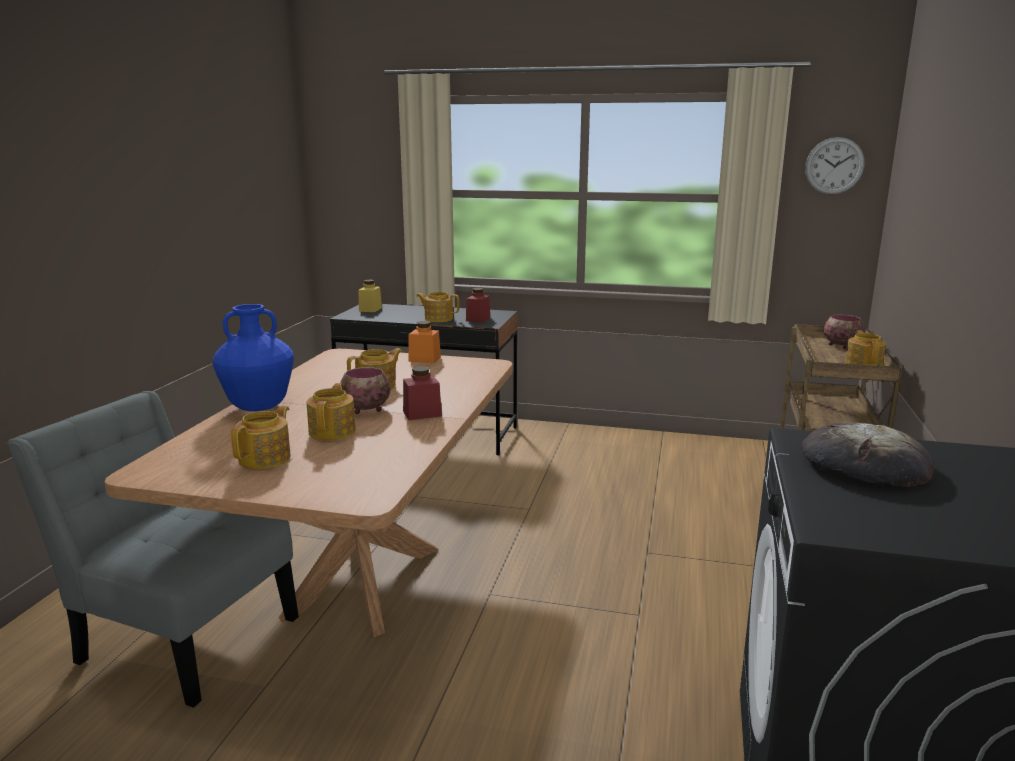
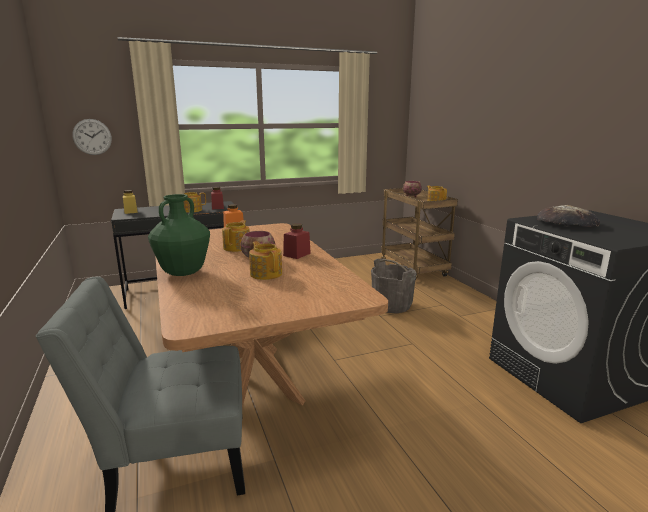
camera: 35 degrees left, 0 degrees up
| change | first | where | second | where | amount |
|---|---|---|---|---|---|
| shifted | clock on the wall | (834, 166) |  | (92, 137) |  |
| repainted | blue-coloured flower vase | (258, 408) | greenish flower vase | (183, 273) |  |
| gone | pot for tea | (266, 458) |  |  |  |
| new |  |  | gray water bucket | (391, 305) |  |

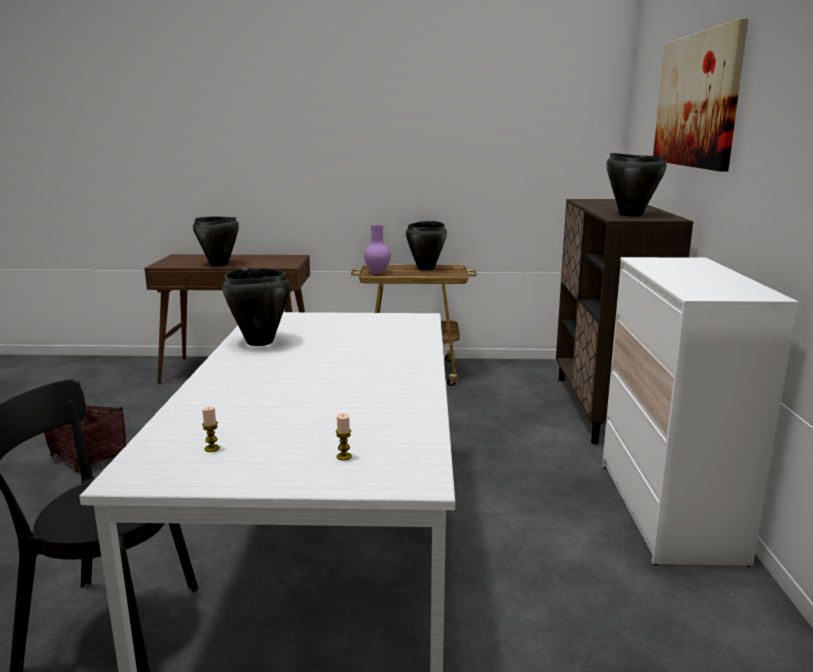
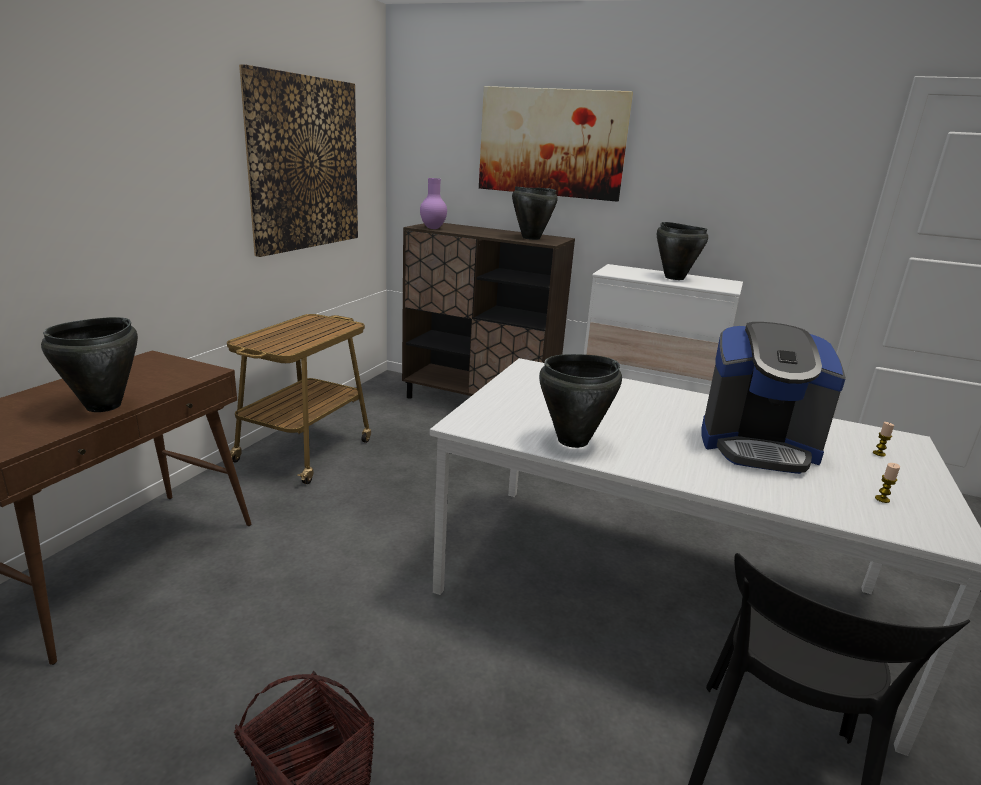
camera: 70 degrees left, 5 degrees up
| change | first | where | second | where | amount |
|---|---|---|---|---|---|
| shifted | black cooking pot | (426, 268) |  | (674, 278) |  |
| shifted | purple flower vase | (376, 272) |  | (432, 228) |  |
| new |  |  | picture | (305, 164) |  |
| new |  |  | coffee machine | (757, 446) |  |

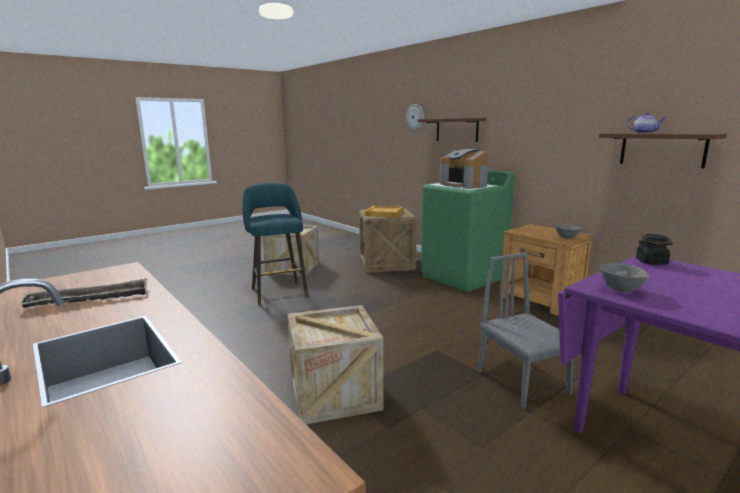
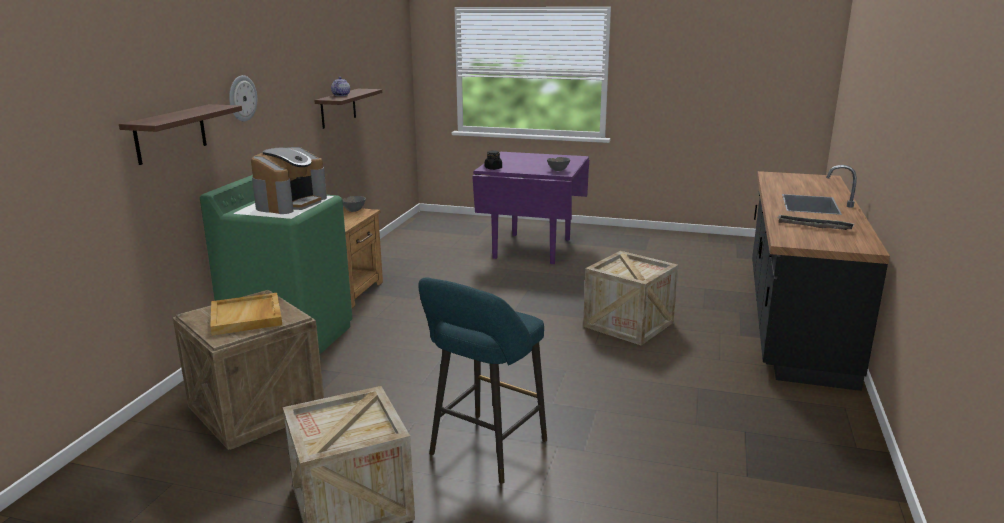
camera: 125 degrees left, 5 degrees up
| change | first | where | second | where | amount |
|---|---|---|---|---|---|
| shifted | clock on the wall | (415, 117) |  | (242, 98) |  |
| gone | gray plain chair | (522, 382) |  |  |  |

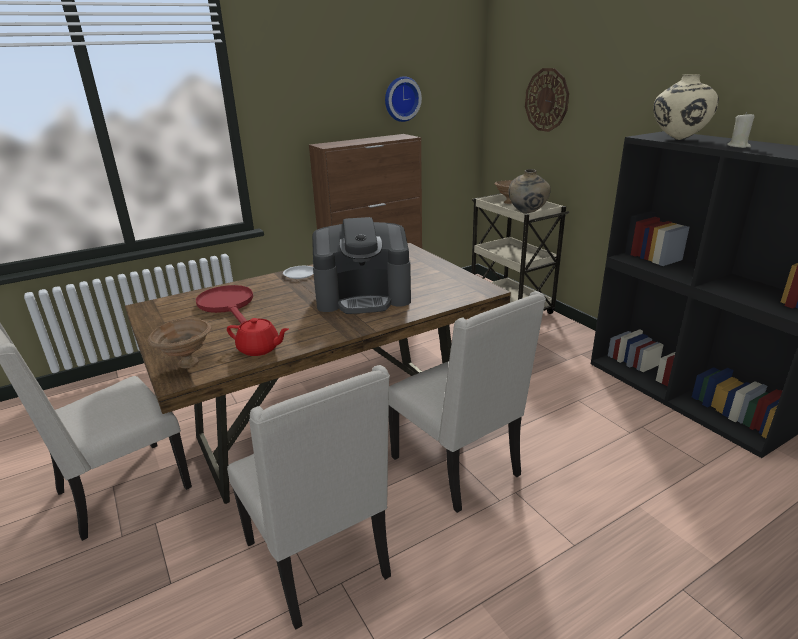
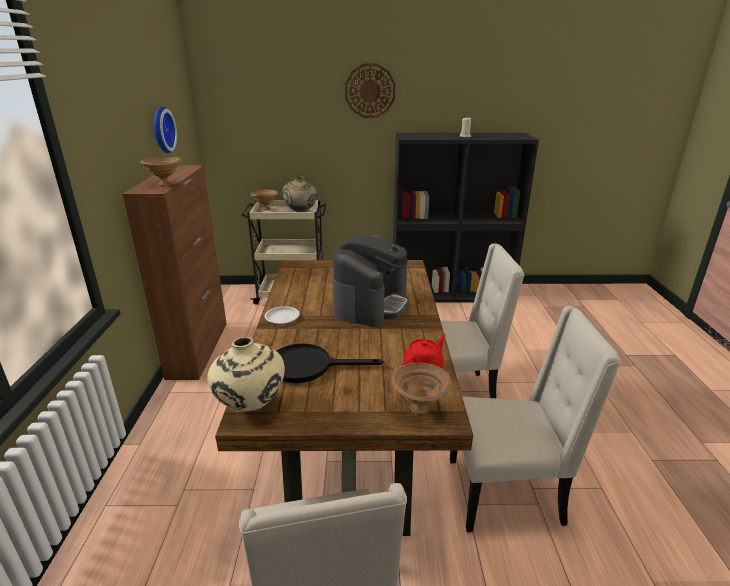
camera: 60 degrees left, 0 degrees up
| change | first | where | second | where | amount |
|---|---|---|---|---|---|
| shifted | clock on the wall | (547, 100) |  | (370, 91) |  |
| shifted | sand-coloured flower vase | (678, 139) |  | (250, 407) |  |
| repainted | red-coloured pan | (228, 305) | black pan | (309, 366) |  |
| new |  |  | brown-coloured serving bowl | (164, 184) |  |

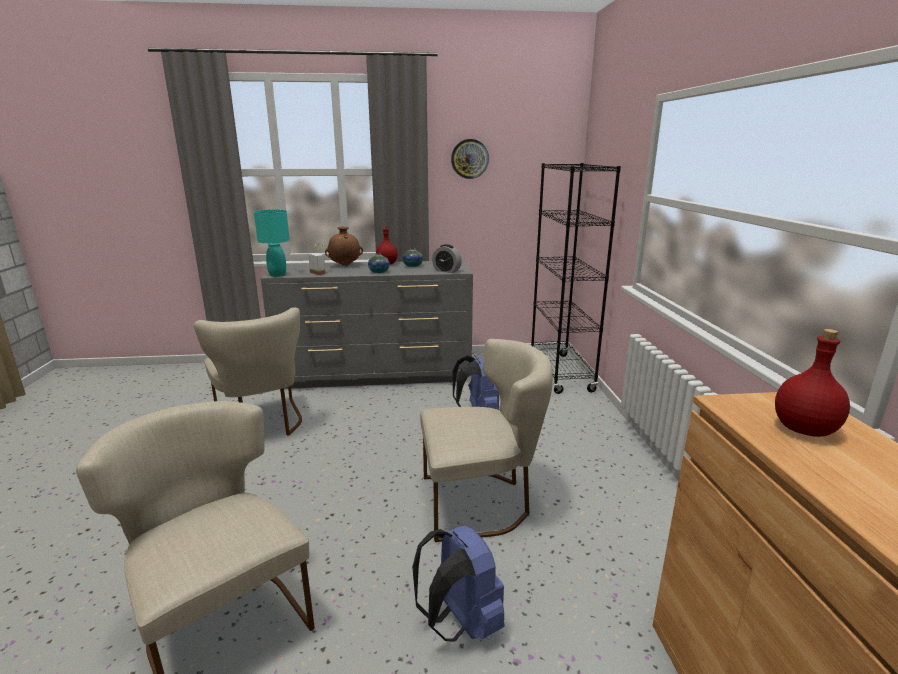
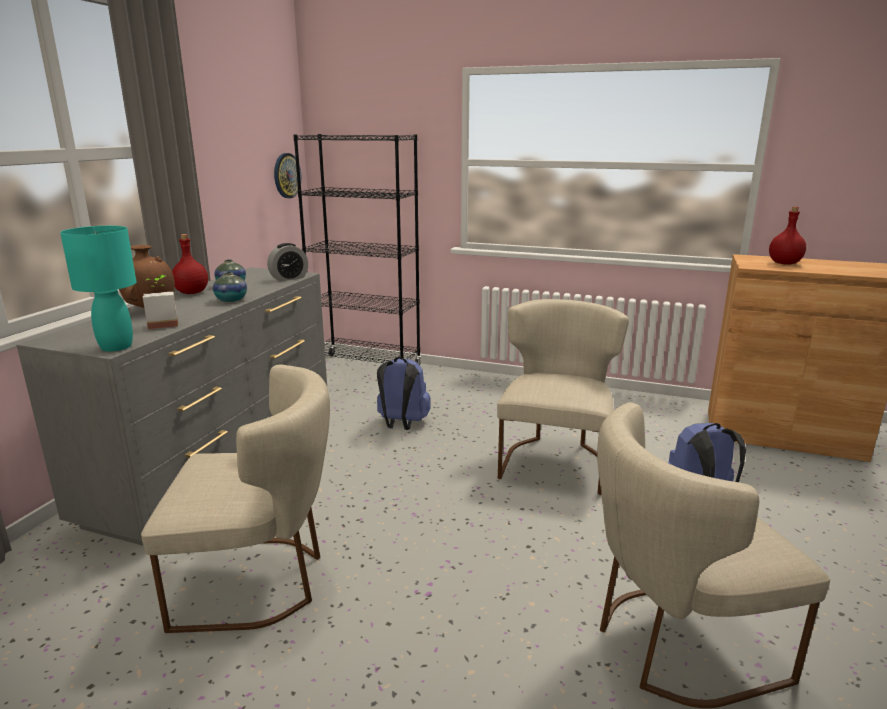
camera: 65 degrees left, 0 degrees up
| change | first | where | second | where | amount |
|---|---|---|---|---|---|
| shifted | clock on the wall | (469, 159) |  | (286, 175) |  |

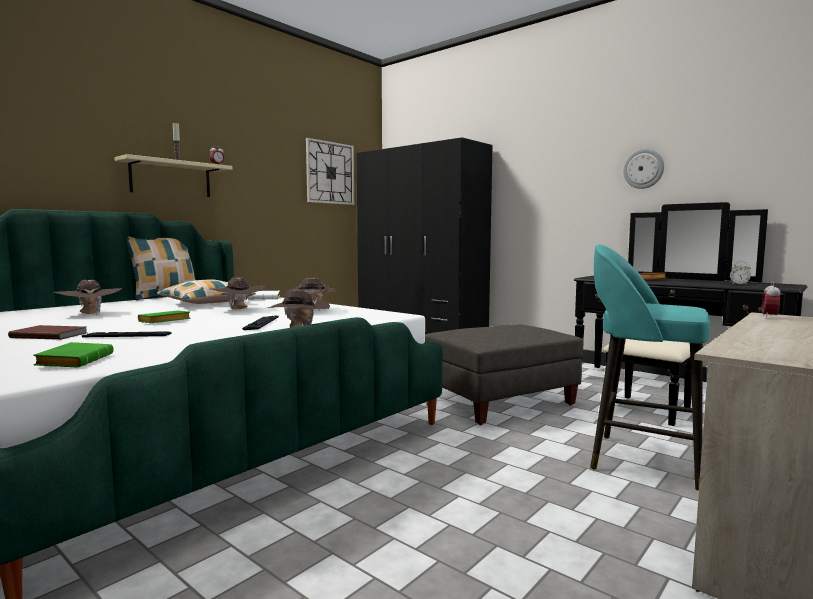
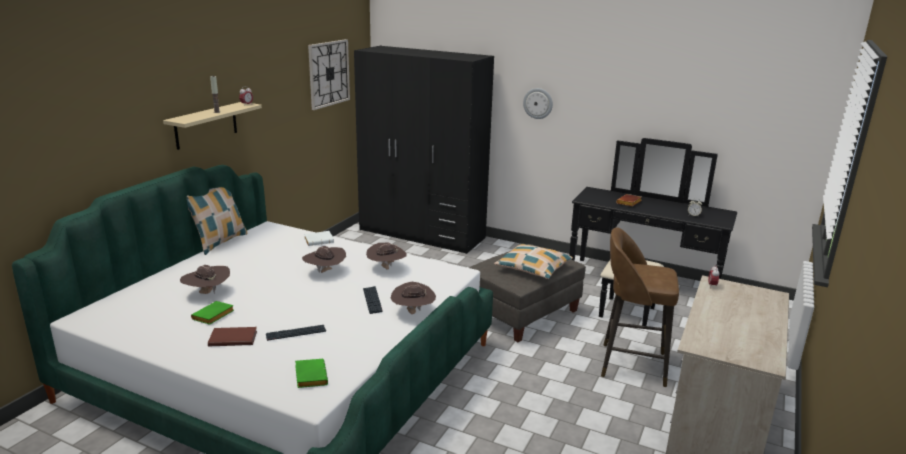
camera: 15 degrees left, 15 degrees up
| change | first | where | second | where | amount |
|---|---|---|---|---|---|
| shifted | clock on the wall | (643, 169) |  | (538, 103) |  |
| repainted | blue-green sitting stool | (642, 460) | brown-coloured sitting stool | (630, 364) |  |
| shifted | pillow | (206, 303) |  | (533, 268) |  |
| shifted | greenish bound book | (164, 321) |  | (213, 316) |  |

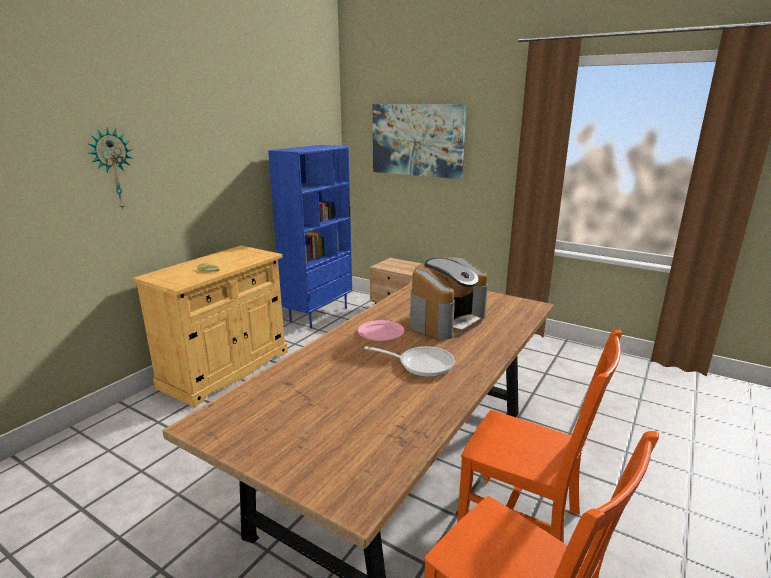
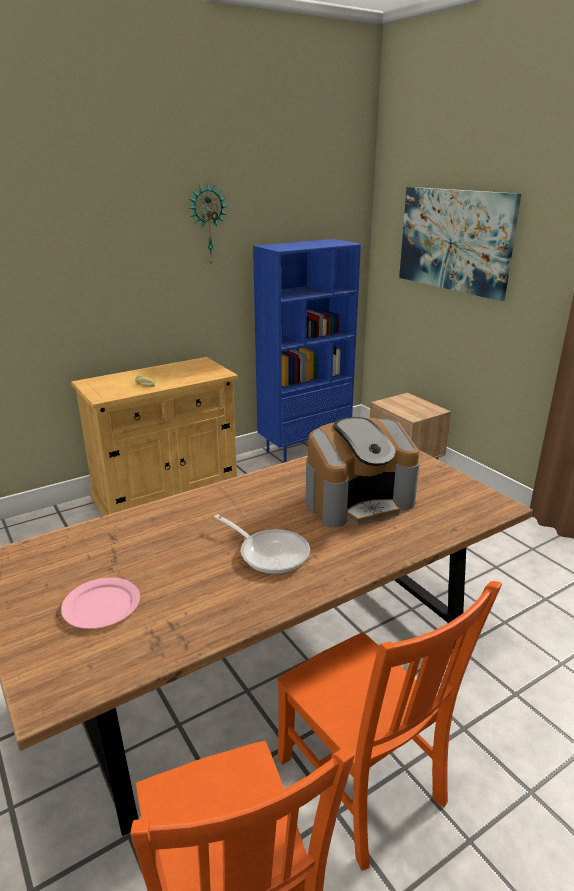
camera: 25 degrees right, 5 degrees up
| change | first | where | second | where | amount |
|---|---|---|---|---|---|
| shifted | clock on the wall | (113, 169) |  | (207, 225) |  |
| shifted | pink-coloured plate | (380, 332) |  | (101, 605) |  |

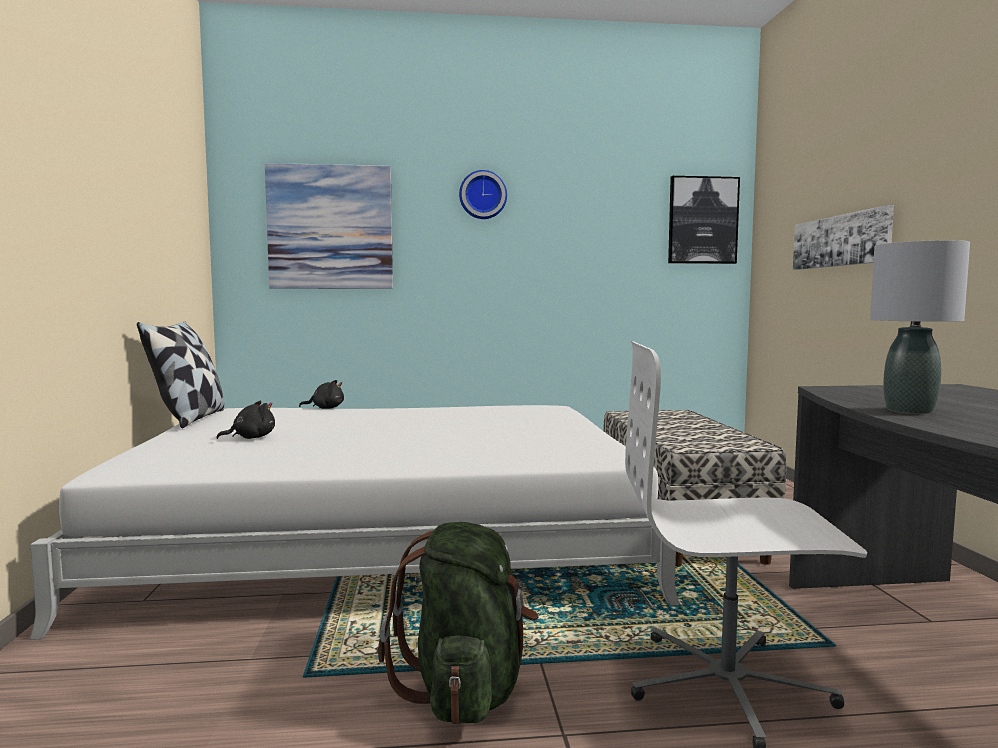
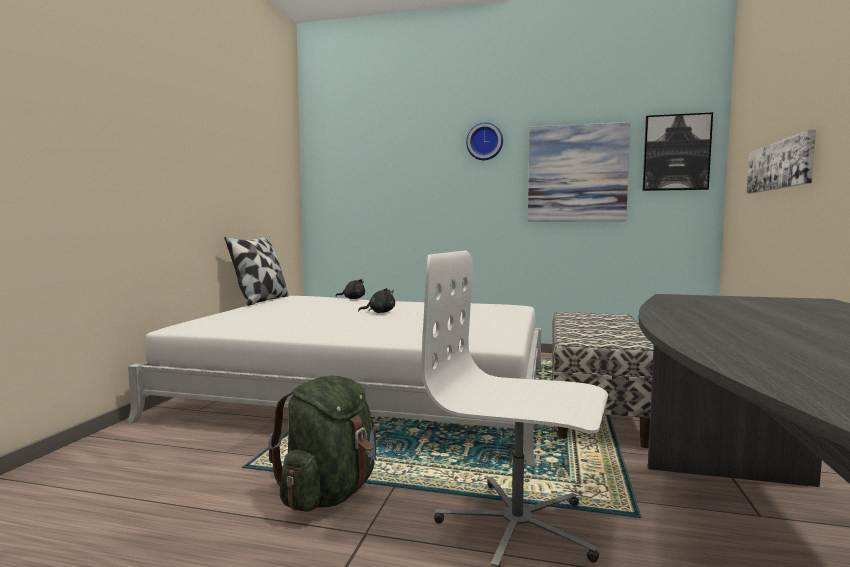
camera: 20 degrees right, 0 degrees up
| change | first | where | second | where | amount |
|---|---|---|---|---|---|
| shifted | picture | (330, 227) |  | (577, 173) |  |
| gone | gray table lamp | (908, 410) |  |  |  |
| shifted | black soft toy | (251, 438) |  | (379, 312) |  |

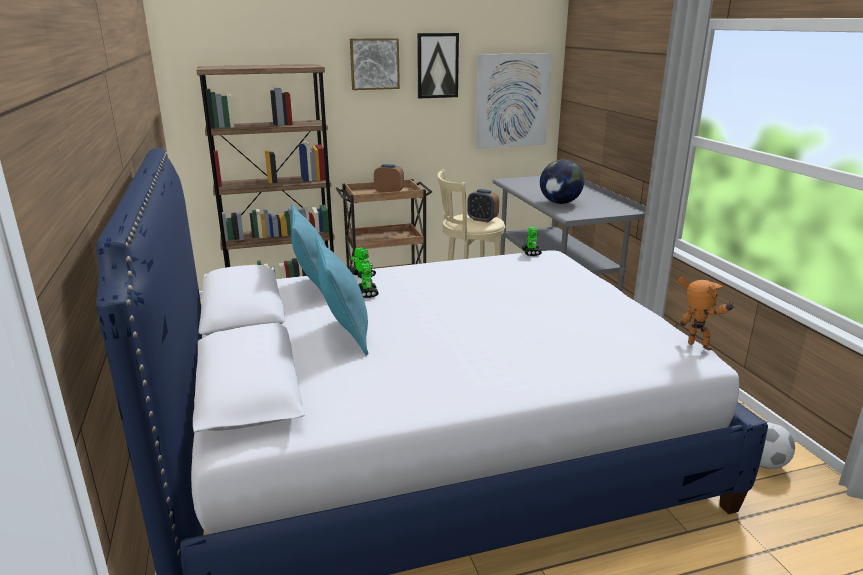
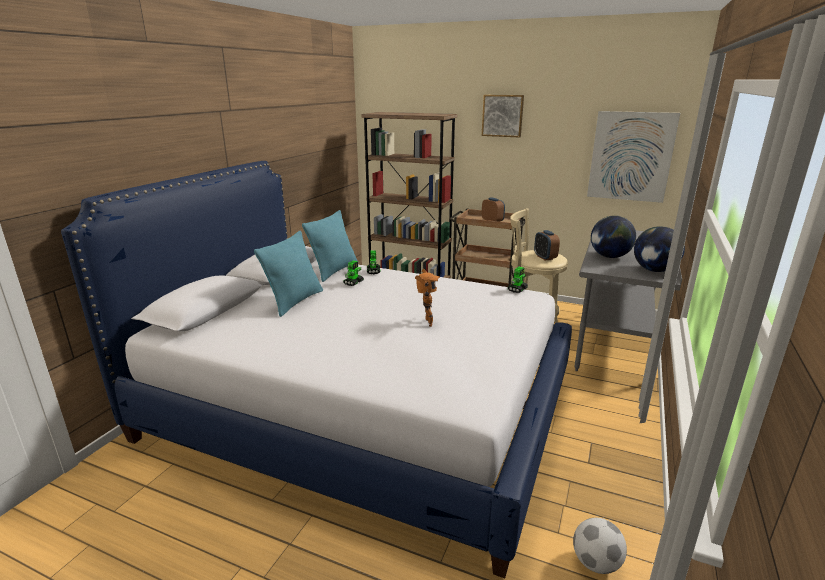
camera: 40 degrees right, 0 degrees up
| change | first | where | second | where | amount |
|---|---|---|---|---|---|
| gone | picture | (437, 65) |  |  |  |
| shifted | toy robot | (698, 347) |  | (426, 323) |  |
| new |  |  | world globe | (654, 270) |  |

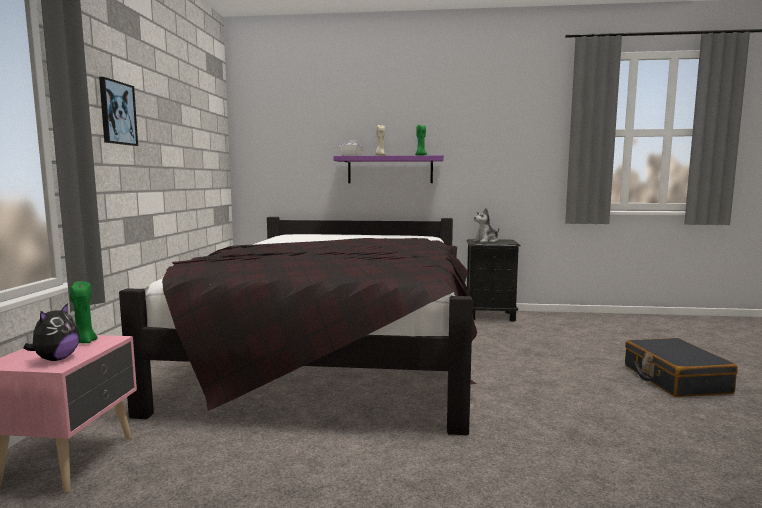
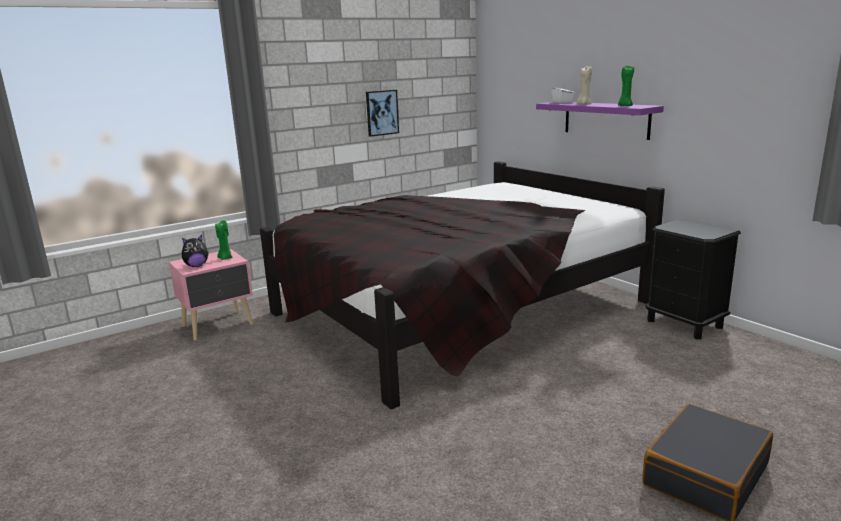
camera: 50 degrees right, 10 degrees up
| change | first | where | second | where | amount |
|---|---|---|---|---|---|
| shifted | picture | (117, 113) |  | (382, 112) |  |
| gone | soft toy | (486, 241) |  |  |  |

